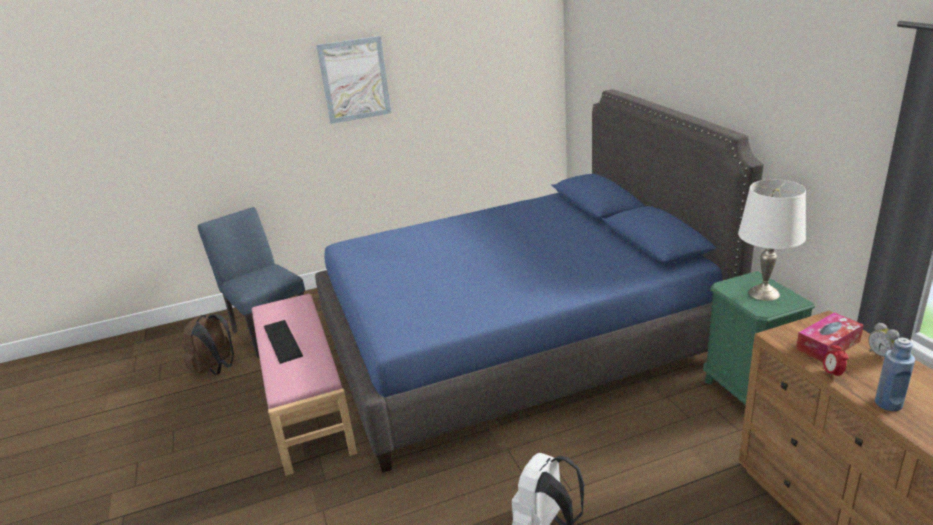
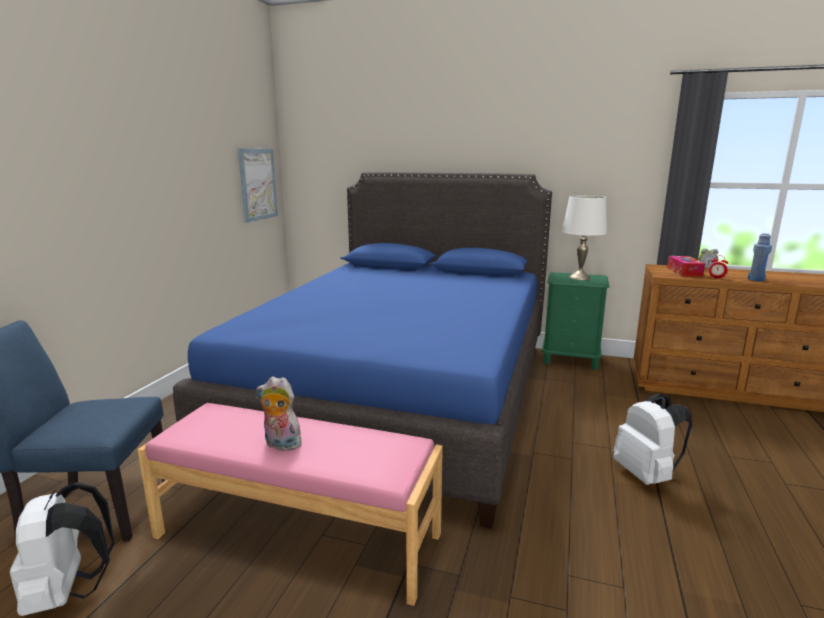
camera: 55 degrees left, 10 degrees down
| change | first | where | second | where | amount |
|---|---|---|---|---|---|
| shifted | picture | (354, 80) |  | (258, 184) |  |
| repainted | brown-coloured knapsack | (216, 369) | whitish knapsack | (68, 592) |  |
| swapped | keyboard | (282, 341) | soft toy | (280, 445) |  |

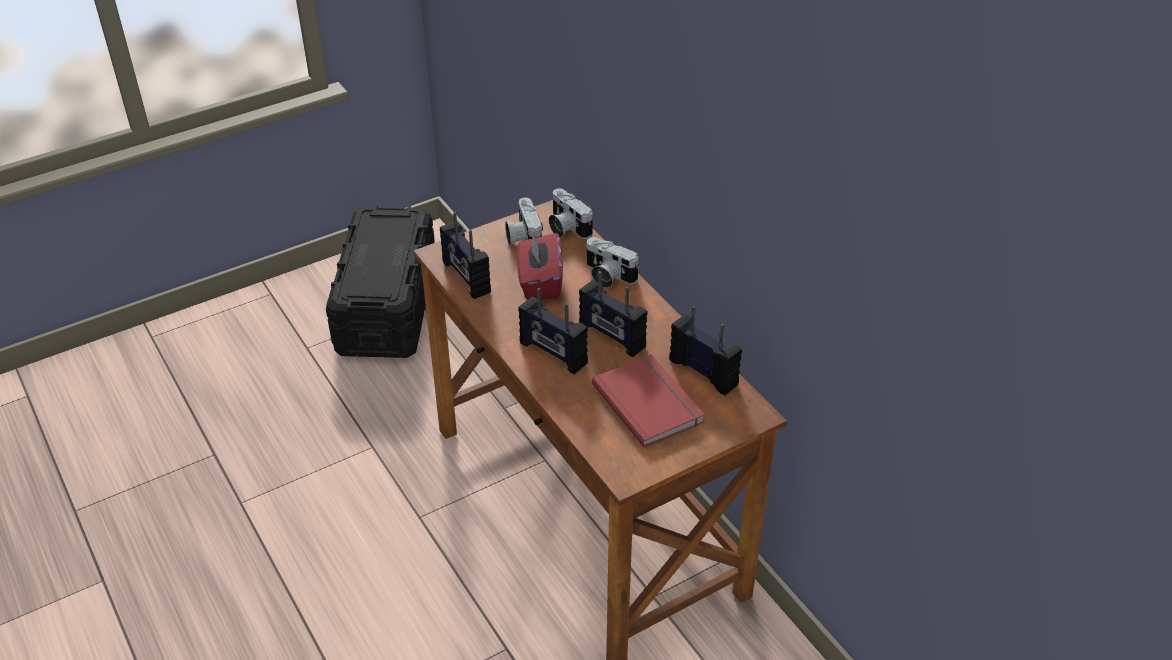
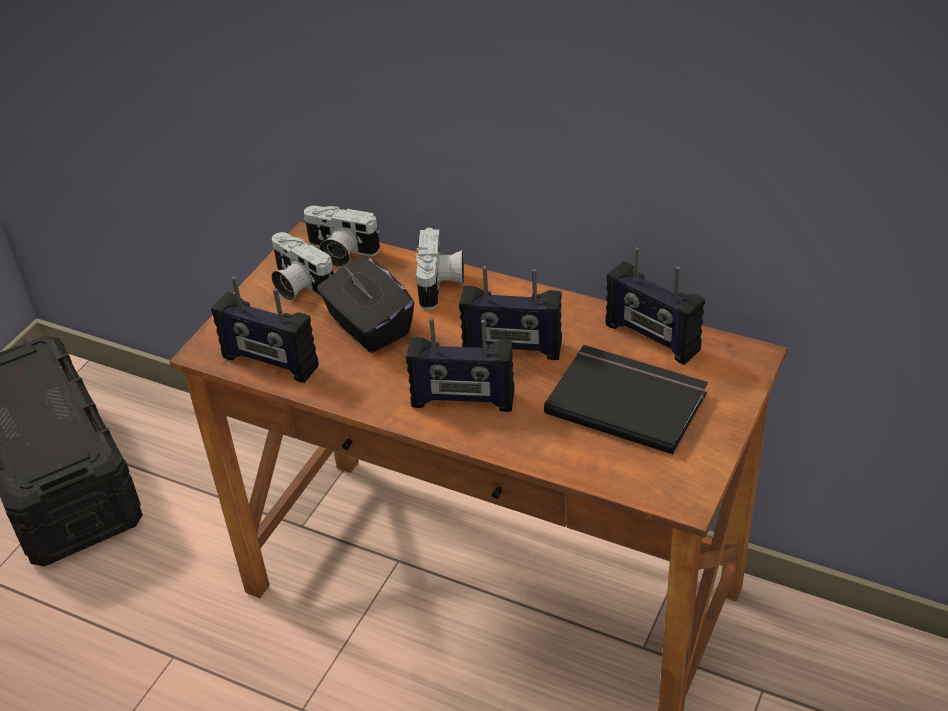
camera: 30 degrees left, 0 degrees up
| change | first | where | second | where | amount |
|---|---|---|---|---|---|
| repainted | red-coloured tissue holder | (540, 282) | black tissue holder | (368, 326) |  |
| rotated | still camera | (607, 276) |  | (441, 284) | 90 degrees counterclockwise |
| rotated | radio | (704, 372) |  | (651, 338) | 150 degrees counterclockwise |
| repainted | red-coloured bound book | (650, 402) | black bound book | (627, 400) |  |

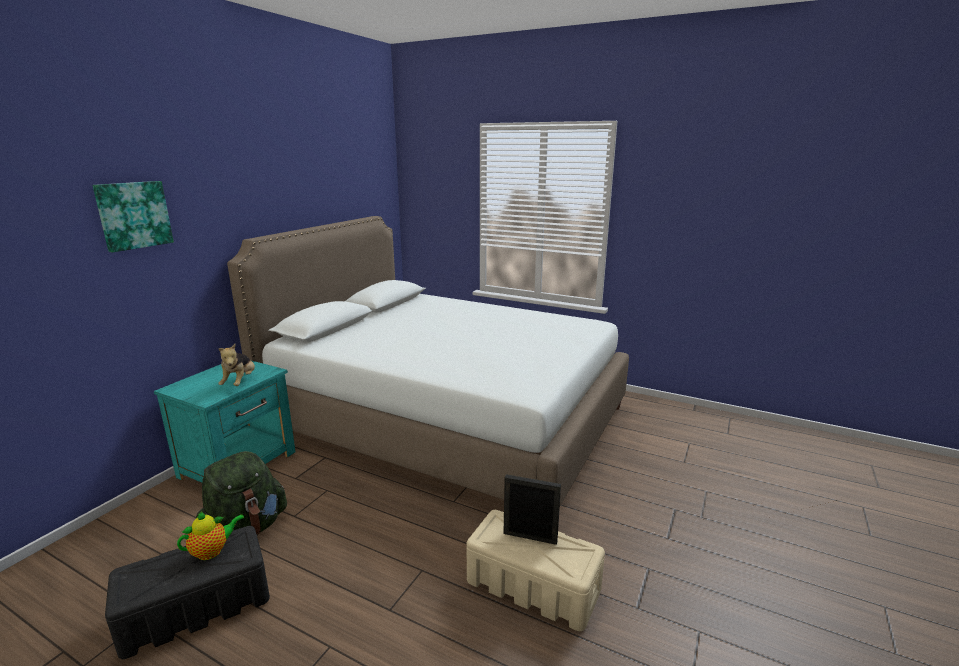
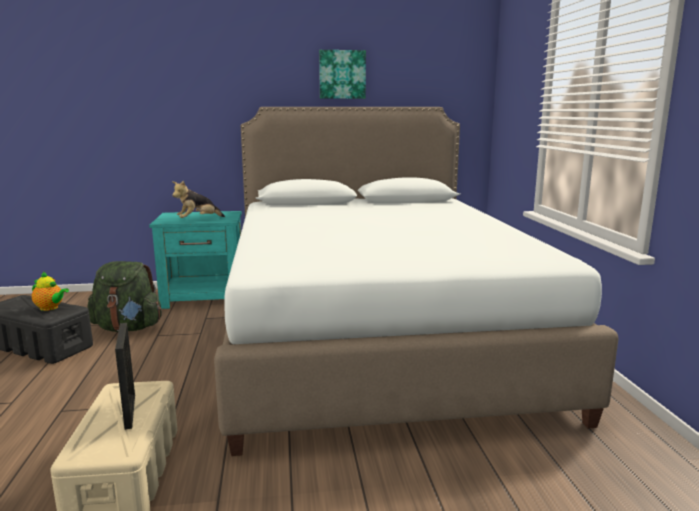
camera: 55 degrees right, 5 degrees down
| change | first | where | second | where | amount |
|---|---|---|---|---|---|
| shifted | picture | (133, 215) |  | (342, 74) |  |

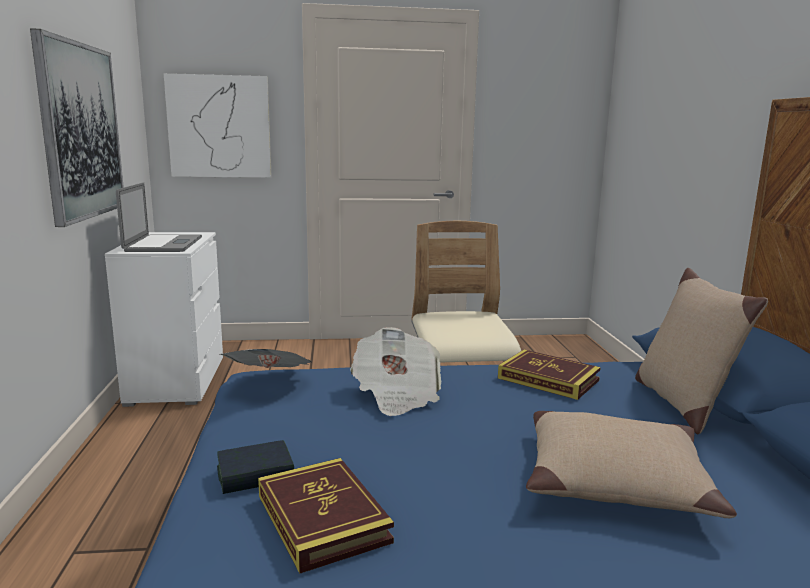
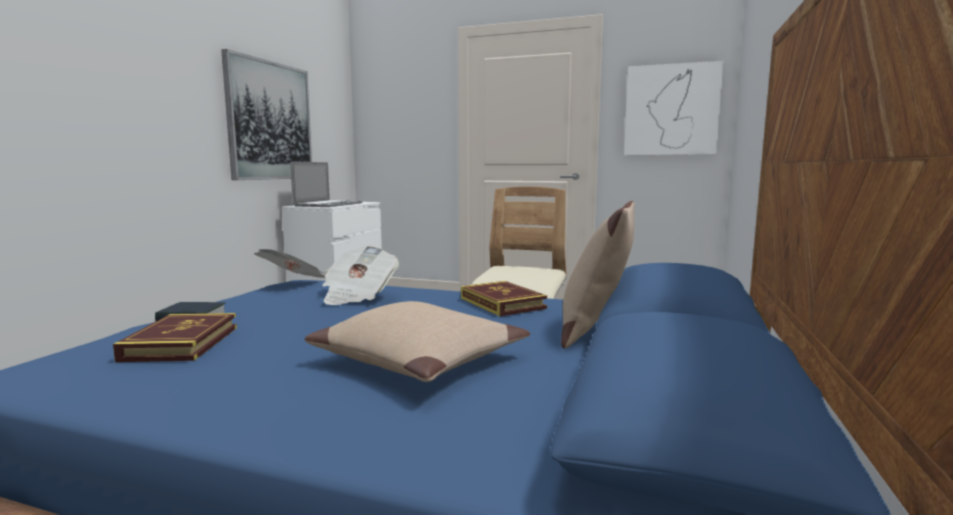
camera: 25 degrees right, 5 degrees down
| change | first | where | second | where | amount |
|---|---|---|---|---|---|
| shifted | picture | (219, 127) |  | (671, 110) |  |

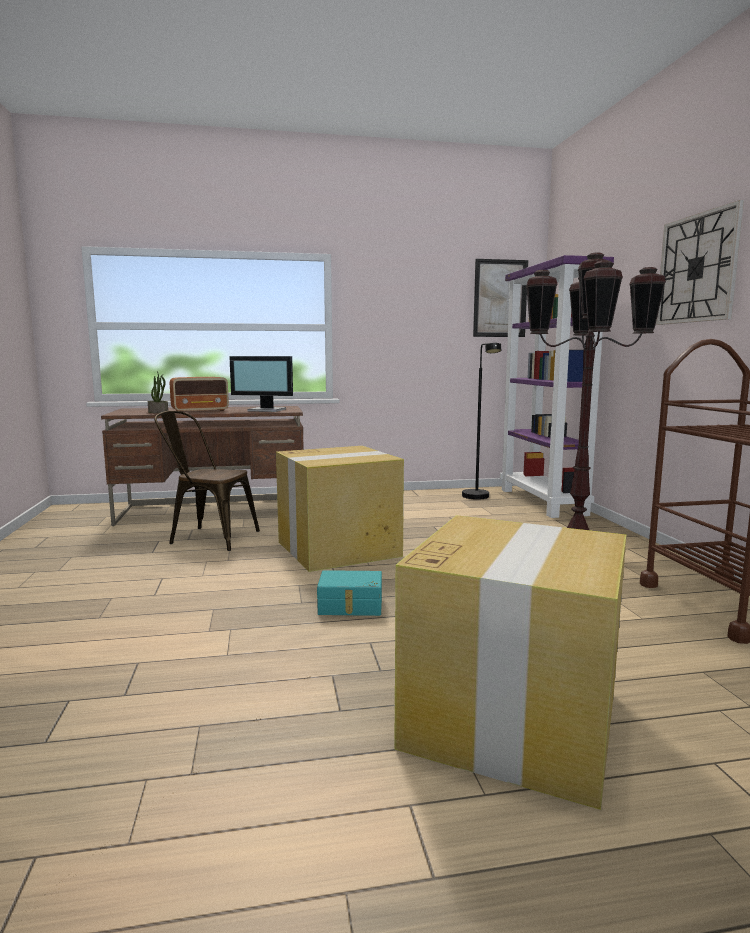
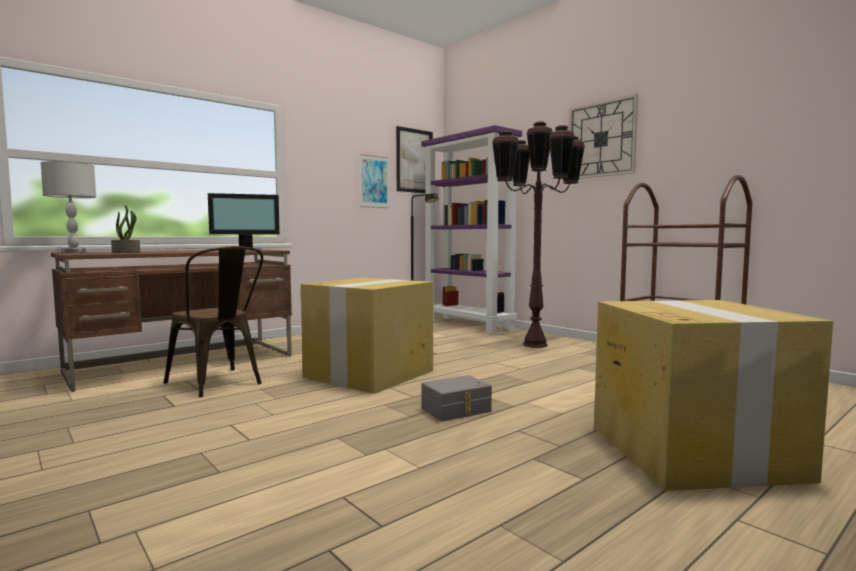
camera: 30 degrees left, 5 degrees down
| change | first | where | second | where | amount |
|---|---|---|---|---|---|
| gone | radio | (201, 411) |  |  |  |
| rotated | brown-coloured plain chair | (208, 537) |  | (218, 384) | 120 degrees counterclockwise |
| repainted | blue-green storage box | (350, 606) | gray storage box | (457, 410) |  |
| new |  |  | picture | (374, 181) |  |
| new |  |  | gray table lamp | (73, 252) |  |

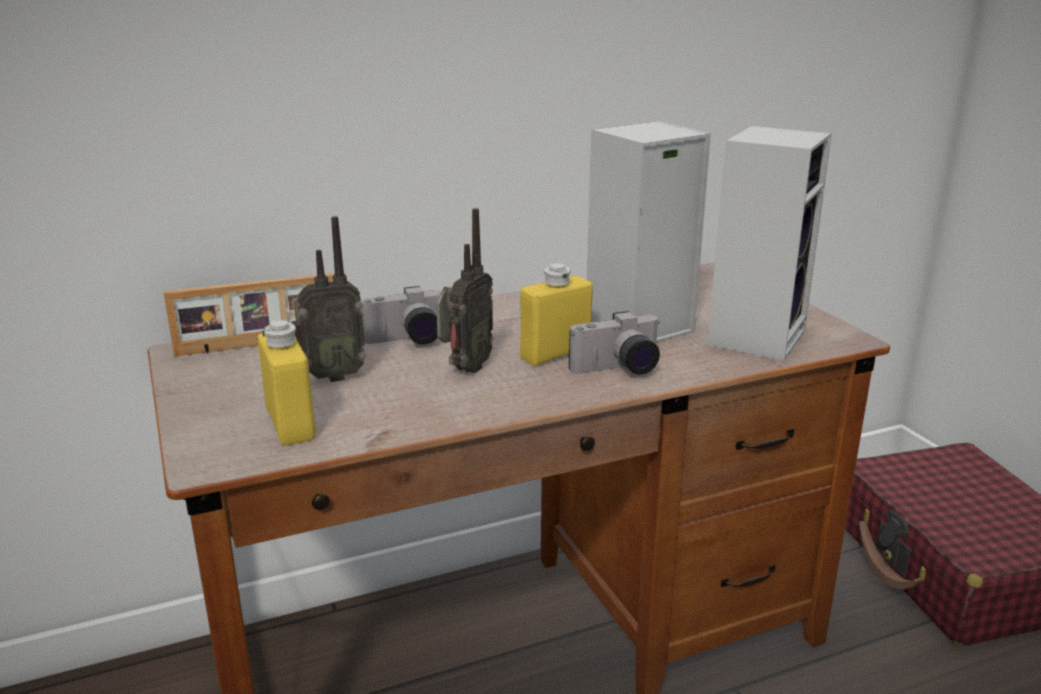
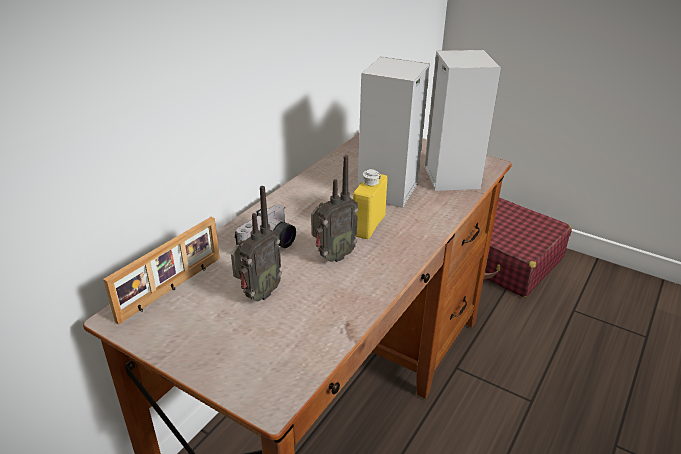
camera: 35 degrees left, 10 degrees up
| change | first | where | second | where | amount |
|---|---|---|---|---|---|
| rotated | radio | (464, 369) |  | (332, 257) | 60 degrees clockwise |
| gone | still camera | (619, 370) |  |  |  |
| gone | yellow-coloured drink bottle | (290, 424) |  |  |  |

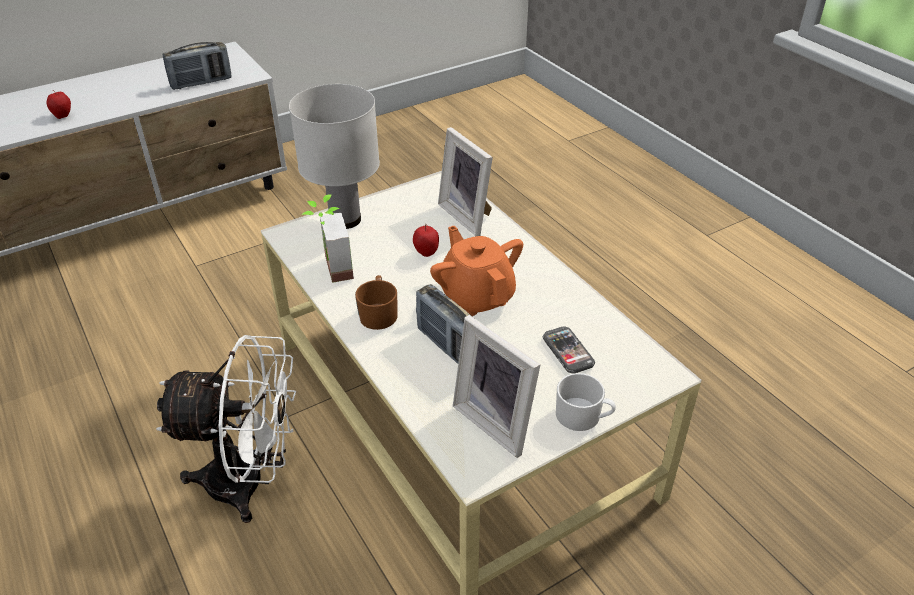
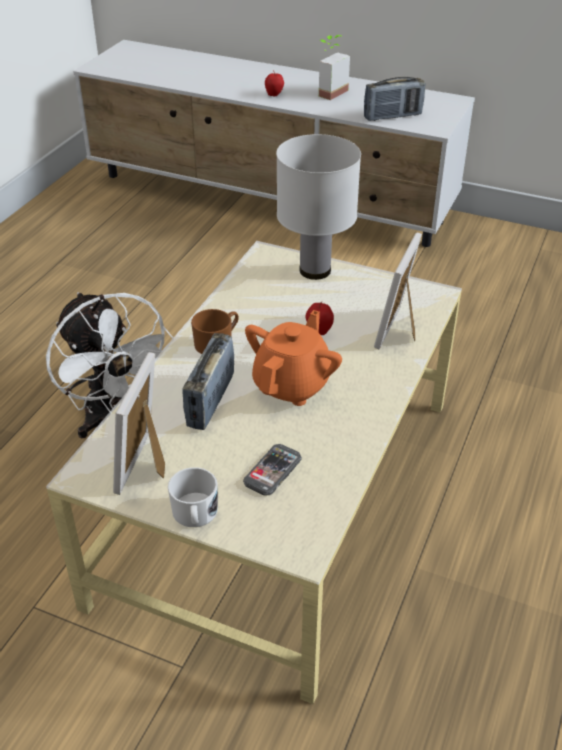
camera: 55 degrees right, 0 degrees up
| change | first | where | second | where | amount |
|---|---|---|---|---|---|
| rotated | radio | (201, 83) |  | (392, 116) | 45 degrees counterclockwise |
| shifted | houseplant | (330, 269) |  | (328, 91) |  |

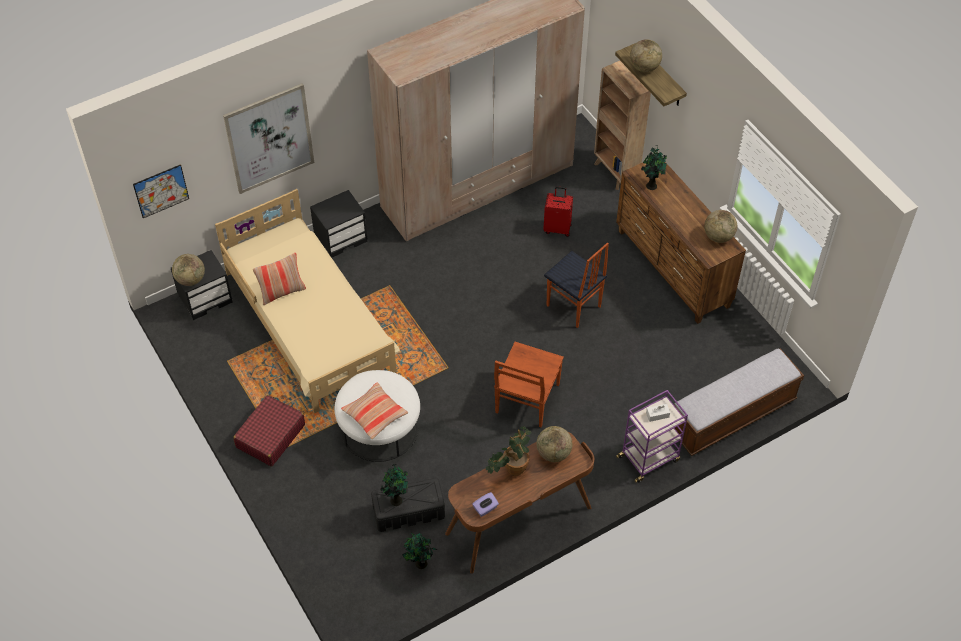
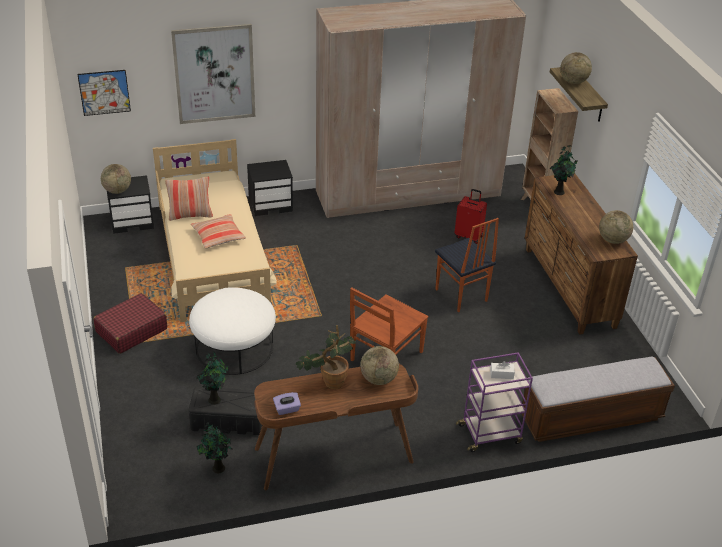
camera: 15 degrees right, 15 degrees down
| change | first | where | second | where | amount |
|---|---|---|---|---|---|
| shifted | pillow | (375, 414) |  | (218, 236) |  |

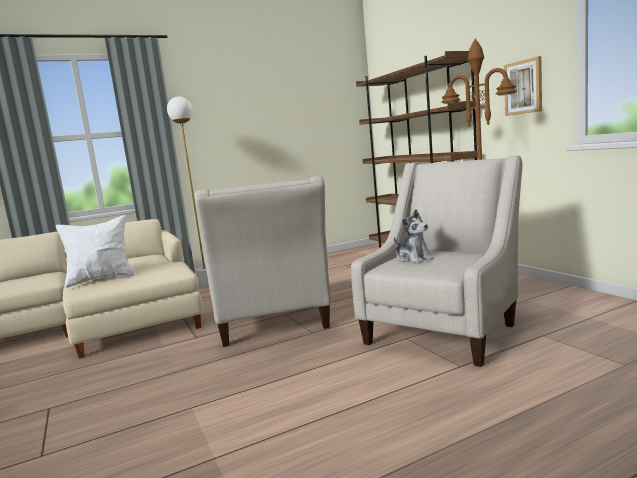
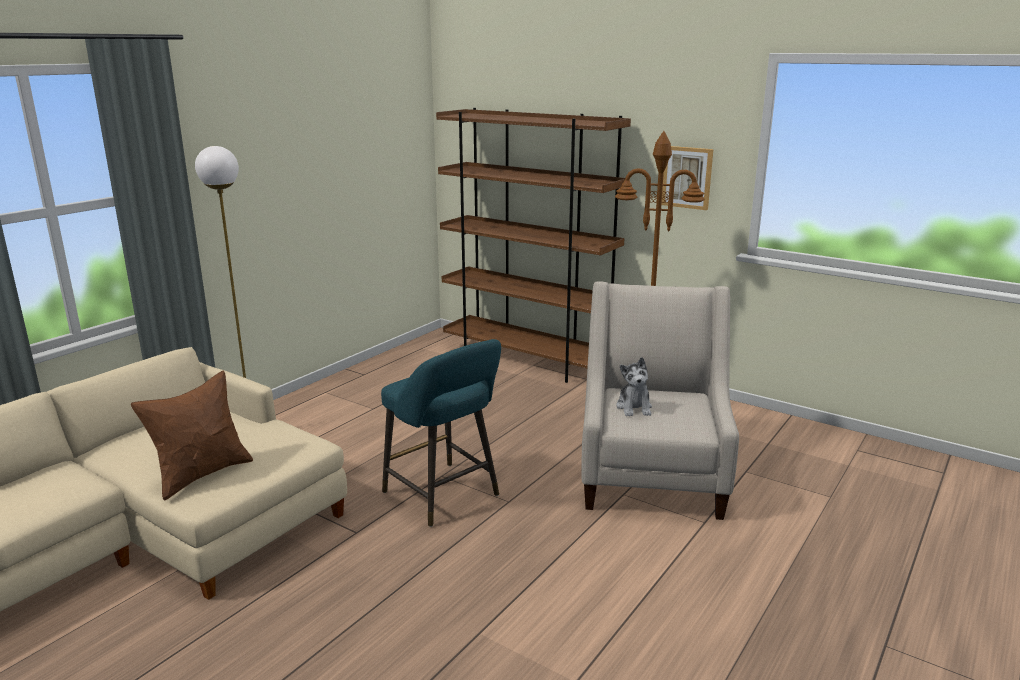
camera: 30 degrees left, 10 degrees up
| change | first | where | second | where | amount |
|---|---|---|---|---|---|
| swapped | sand-coloured lounge chair | (273, 325) | blue-green sitting stool | (444, 496) |  |
| rotated | soft toy | (413, 259) |  | (634, 407) | 60 degrees clockwise |
| repainted | whitish pillow | (101, 280) | brown-coloured pillow | (202, 474) |  |

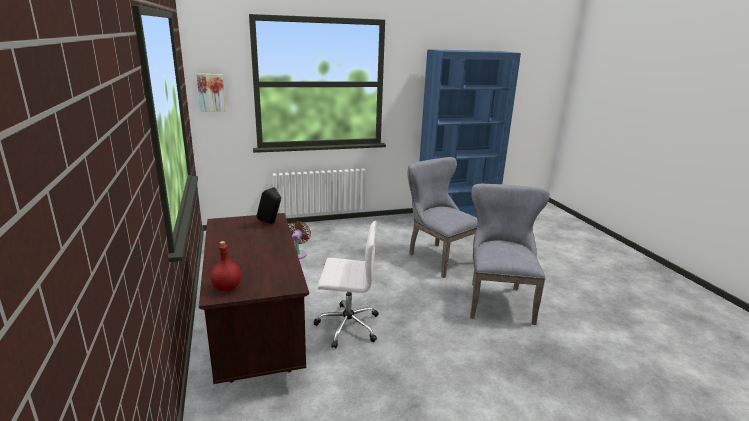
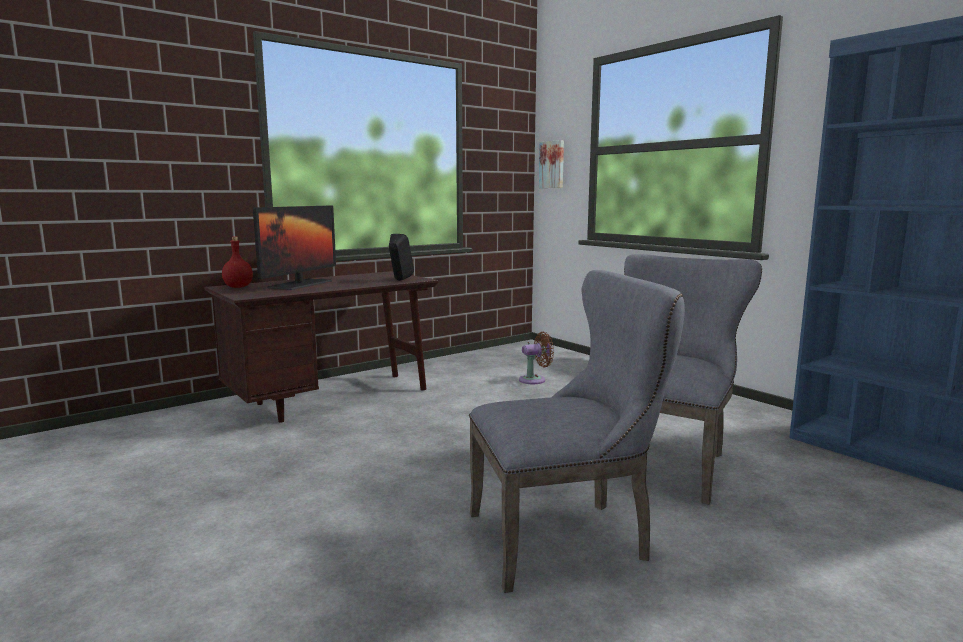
camera: 70 degrees right, 10 degrees down
| change | first | where | second | where | amount |
|---|---|---|---|---|---|
| gone | whitish office chair | (347, 326) |  |  |  |
| new |  |  | monitor | (300, 284) |  |

